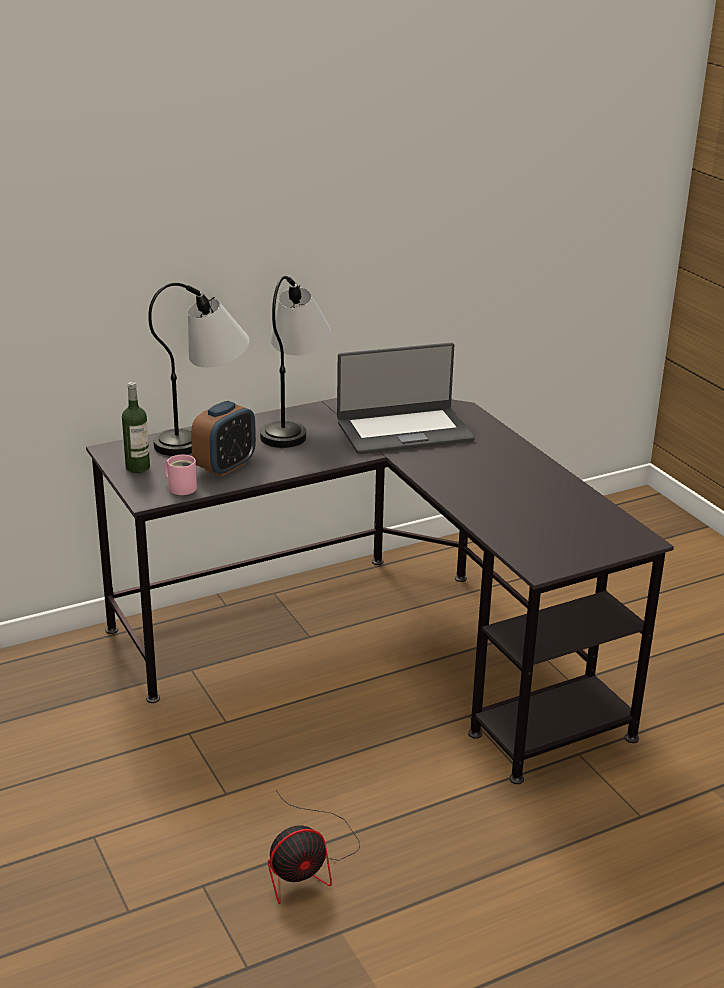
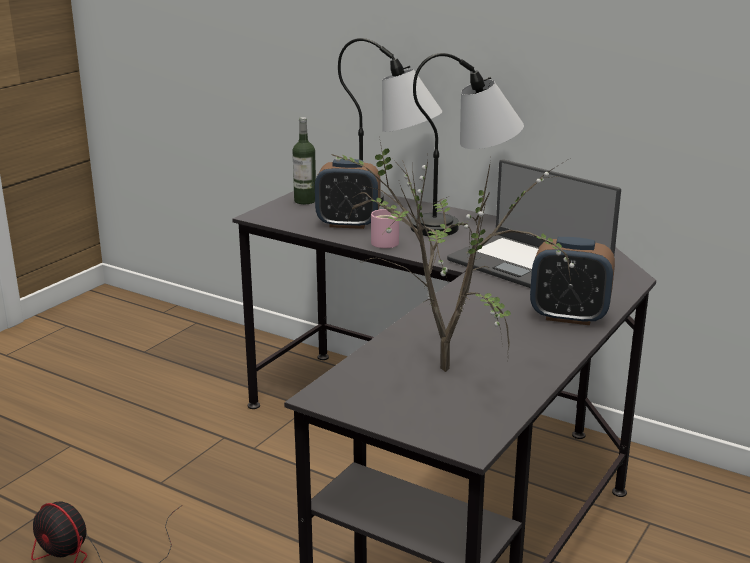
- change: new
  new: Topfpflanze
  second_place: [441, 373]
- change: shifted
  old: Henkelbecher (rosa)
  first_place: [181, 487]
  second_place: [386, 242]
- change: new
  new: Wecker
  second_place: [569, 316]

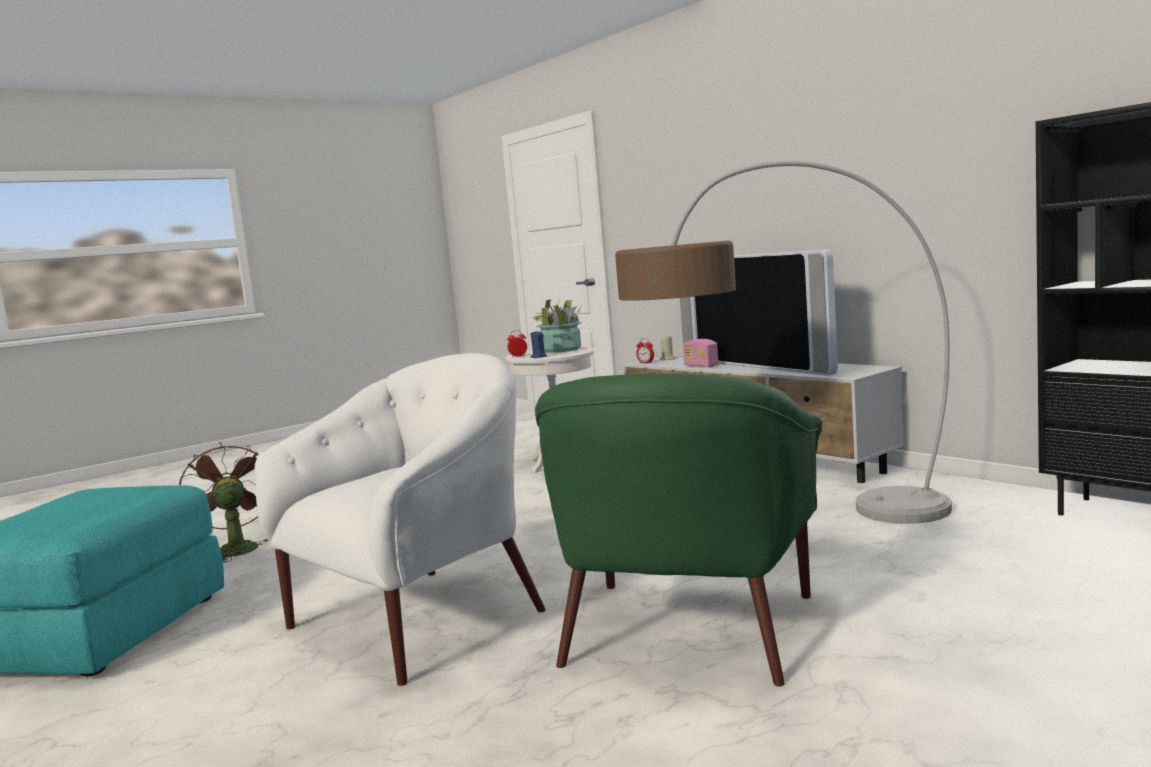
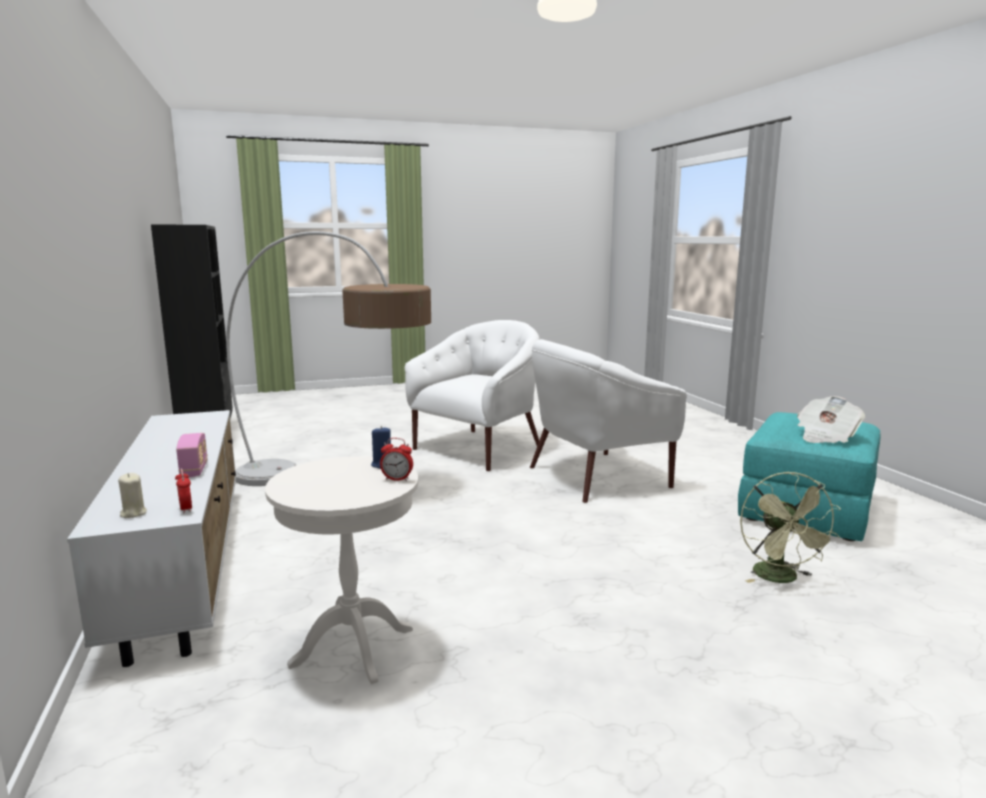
- change: repainted
  old: Sessel (grün)
  new: Sessel (weiß)
  first_place: [686, 630]
  second_place: [479, 448]
- change: repainted
  old: Ventilator (braun)
  new: Ventilator (grün)
  first_place: [234, 548]
  second_place: [781, 579]
- change: new
  new: Zeitung
  second_place: [826, 436]
- change: gone
  old: Topfpflanze
  first_place: [561, 350]
- change: gone
  old: Fernseher
  first_place: [757, 365]

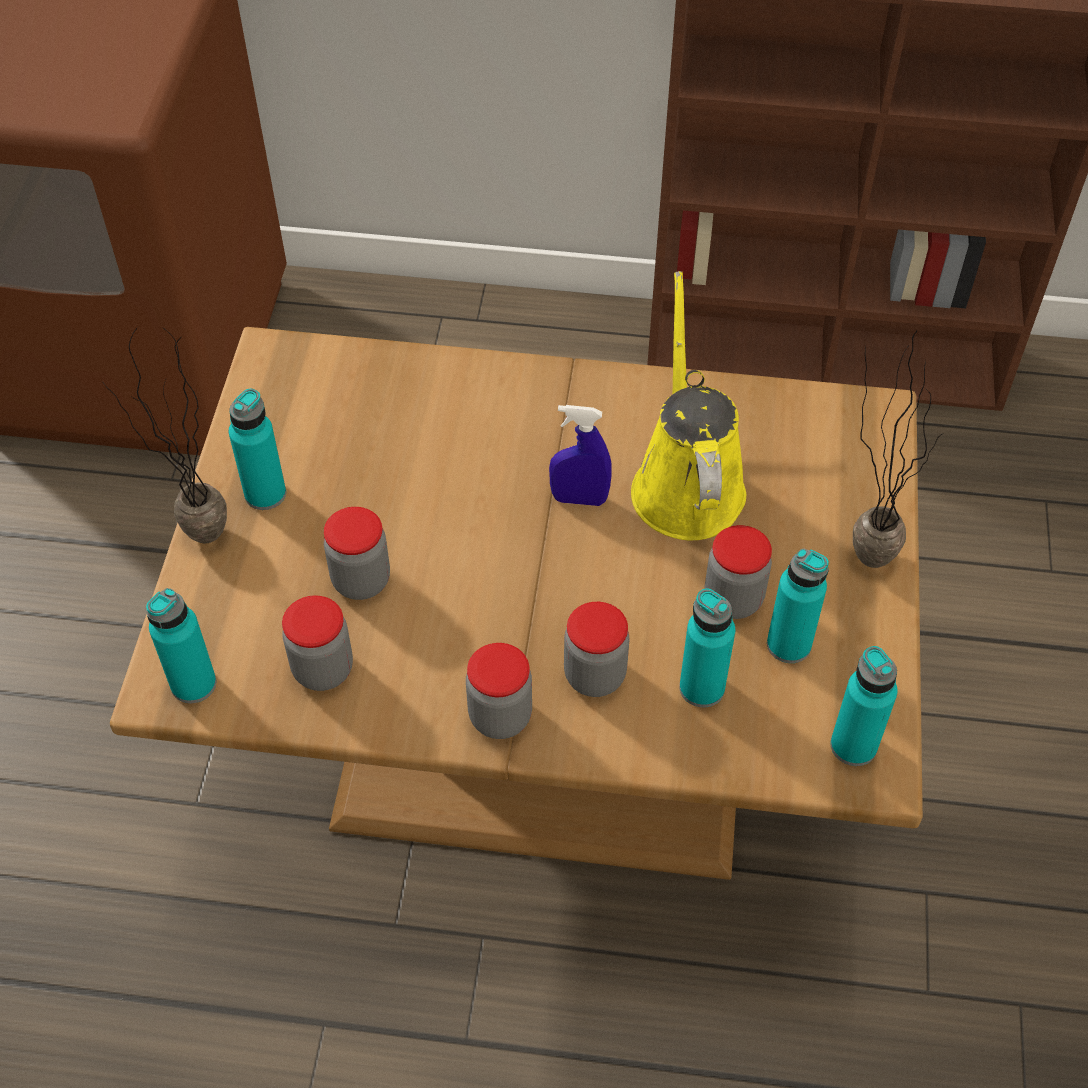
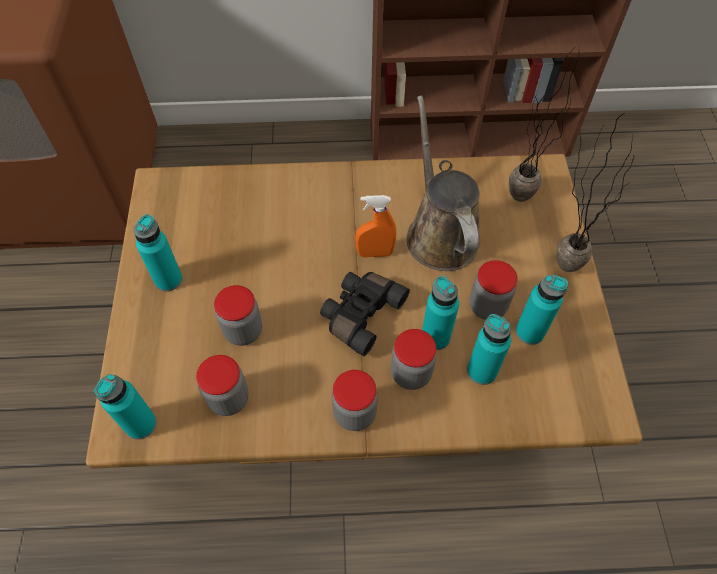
- change: new
  new: Fernglas (schwarz)
  second_place: [360, 314]
- change: repainted
  old: Sprühflasche (blau)
  new: Sprühflasche (orange)
  first_place: [579, 499]
  second_place: [375, 253]
- change: repainted
  old: Gießkanne (gelb)
  new: Gießkanne (braun)
  first_place: [686, 483]
  second_place: [440, 233]
- change: shifted
  old: Flasche (türkis)
  first_place: [853, 745]
  second_place: [435, 337]
- change: shifted
  old: Topfpflanze
  first_place: [196, 545]
  second_place: [516, 203]

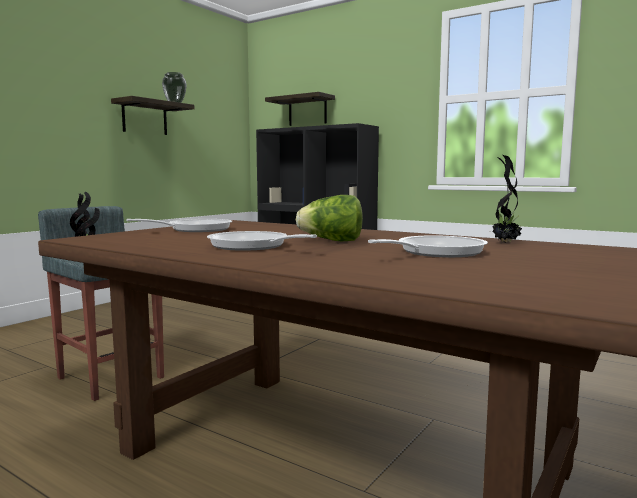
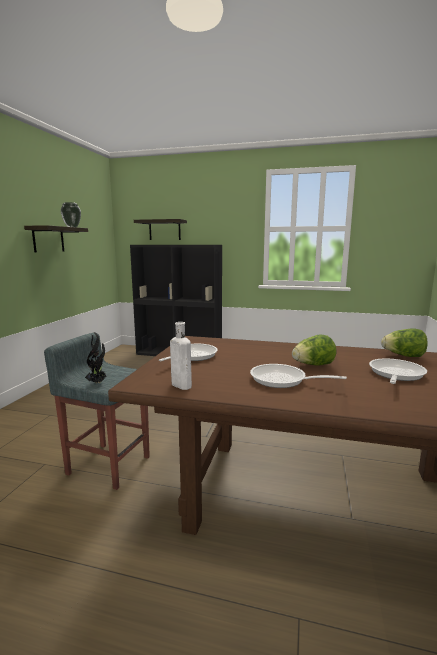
- change: new
  new: Flasche (weiß)
  second_place: [180, 385]
- change: swapped
  old: Topfpflanze
  new: Salatkopf
  first_place: [504, 243]
  second_place: [403, 356]

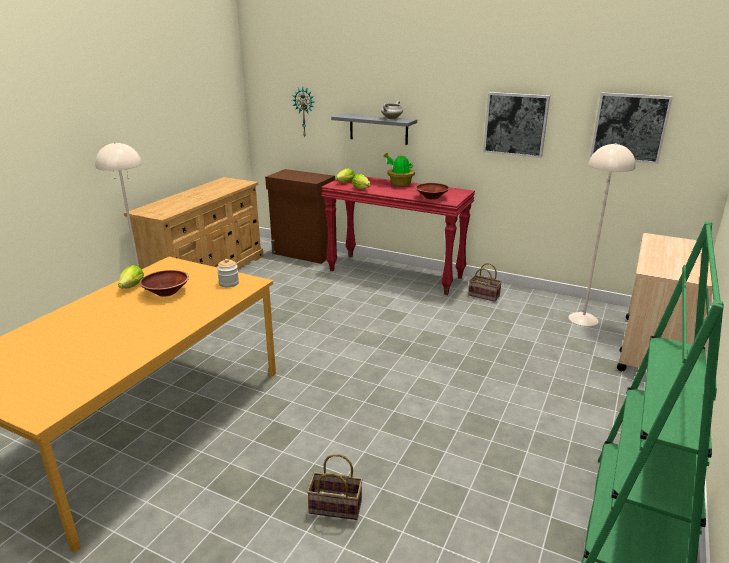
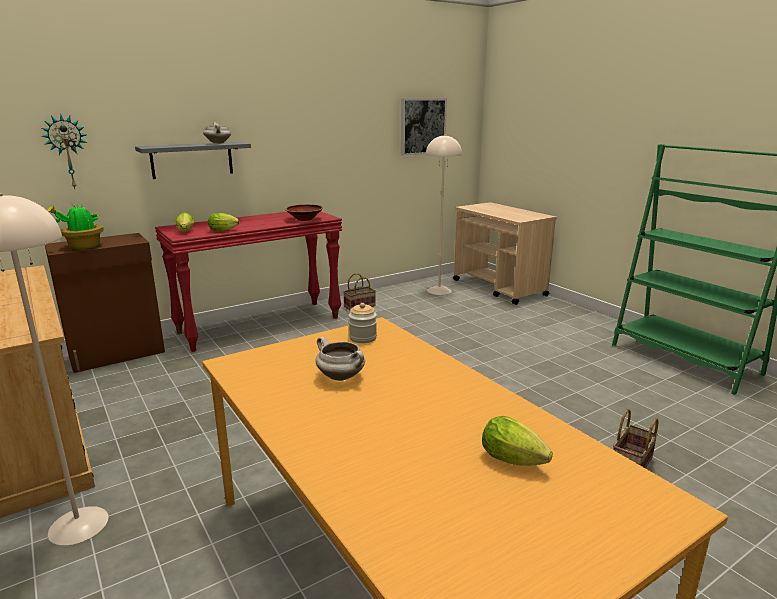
- change: shifted
  old: Topfpflanze
  first_place: [399, 184]
  second_place: [83, 247]
- change: swapped
  old: Schüssel (braun)
  new: Kochtopf (weiß)
  first_place: [166, 292]
  second_place: [342, 377]
- change: shifted
  old: Salatkopf
  first_place: [131, 288]
  second_place: [516, 461]
- change: gone
  old: Bild
  first_place: [515, 124]

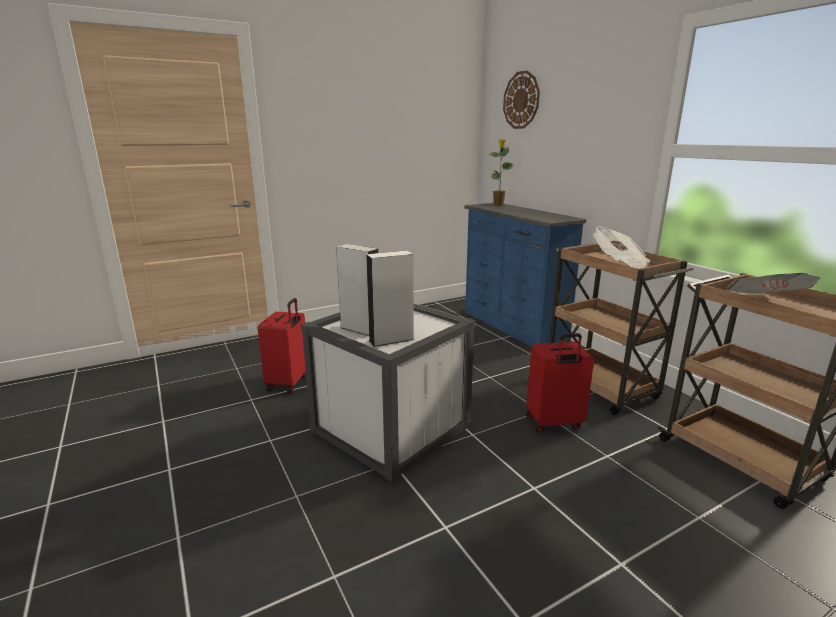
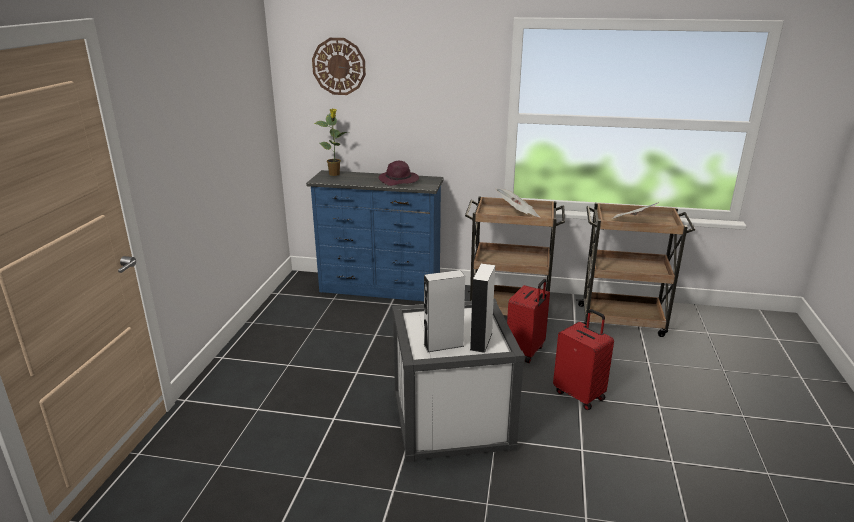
- change: new
  new: Hut (lila)
  second_place: [399, 180]
- change: shifted
  old: Koffer (rot)
  first_place: [288, 383]
  second_place: [580, 395]

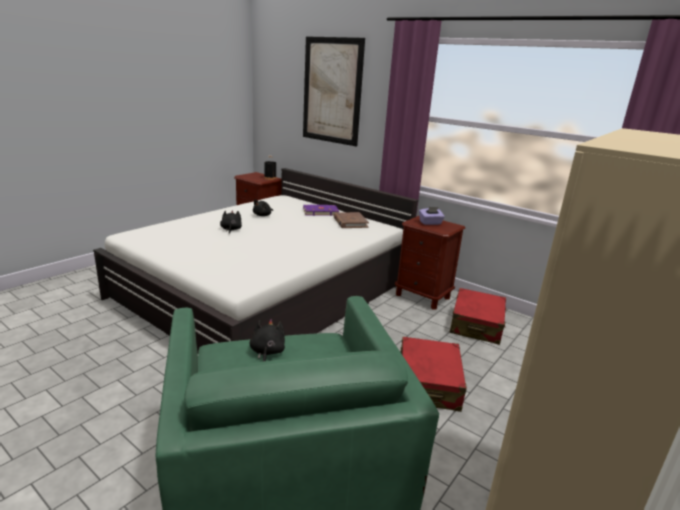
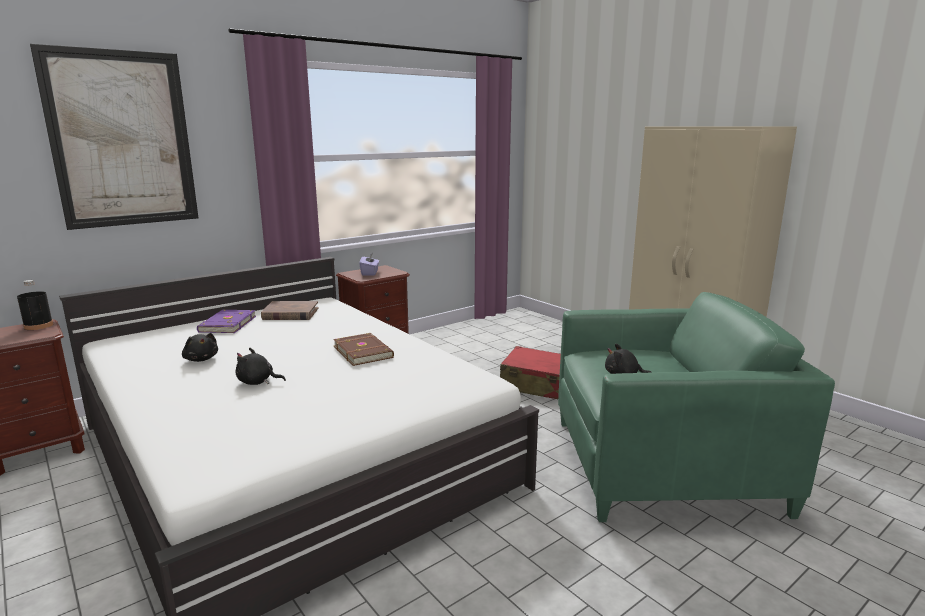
- change: new
  new: Buch (braun)
  second_place: [364, 351]
- change: gone
  old: Koffer (rot)
  first_place: [476, 325]

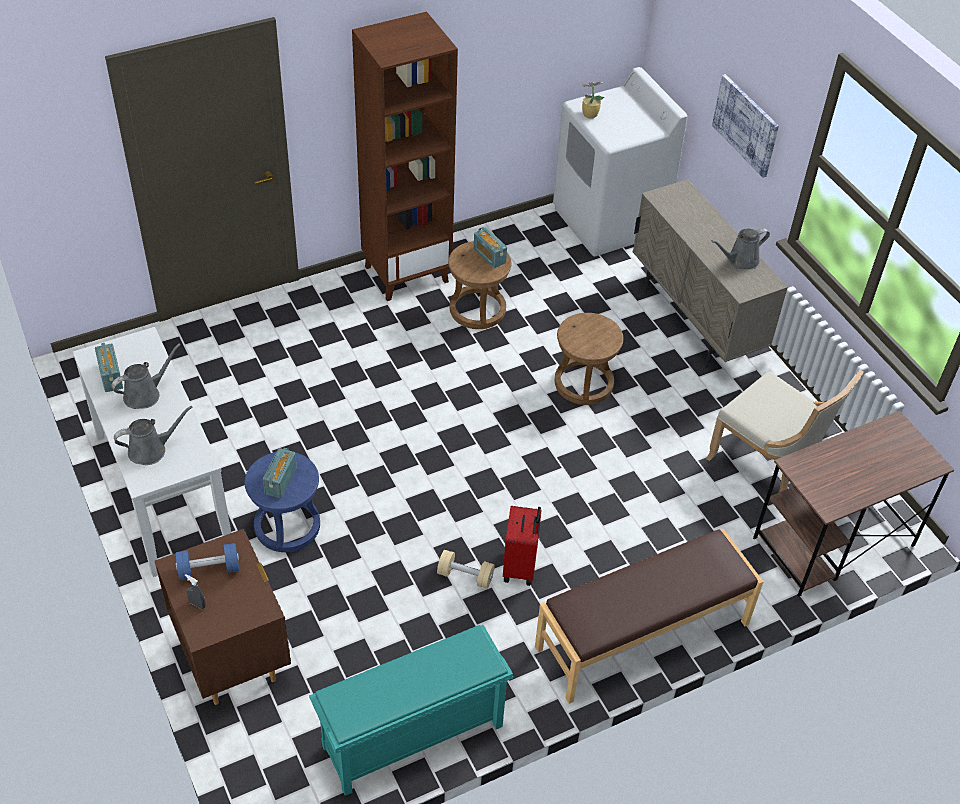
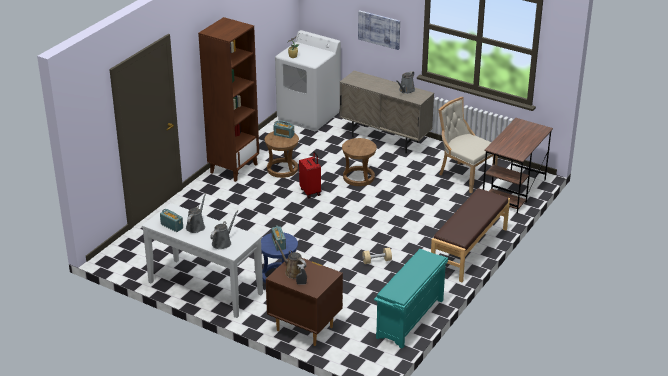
- change: swapped
  old: Hantel (blau)
  new: Gießkanne (braun)
  first_place: [209, 569]
  second_place: [293, 271]
- change: shifted
  old: Koffer (rot)
  first_place: [521, 567]
  second_place: [311, 192]
- change: rotated
  old: Stuhl (beige)
  first_place: [768, 465]
  second_place: [464, 176]
  degrees: -150

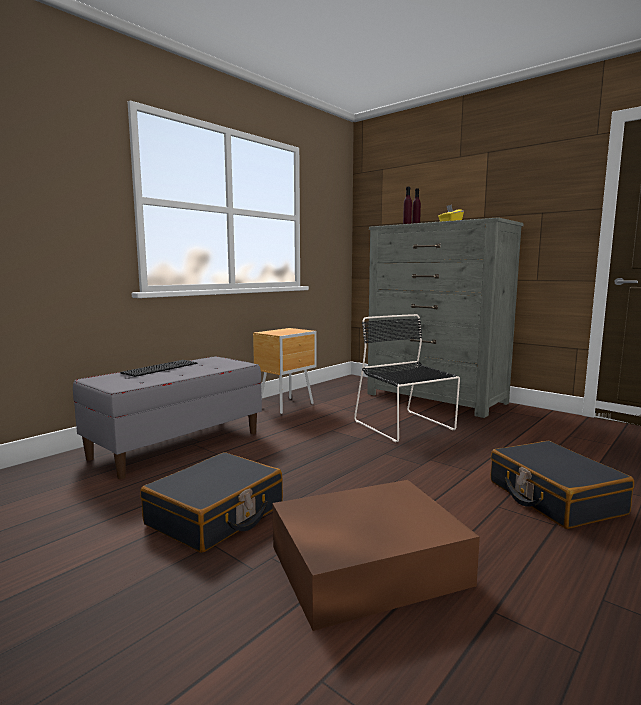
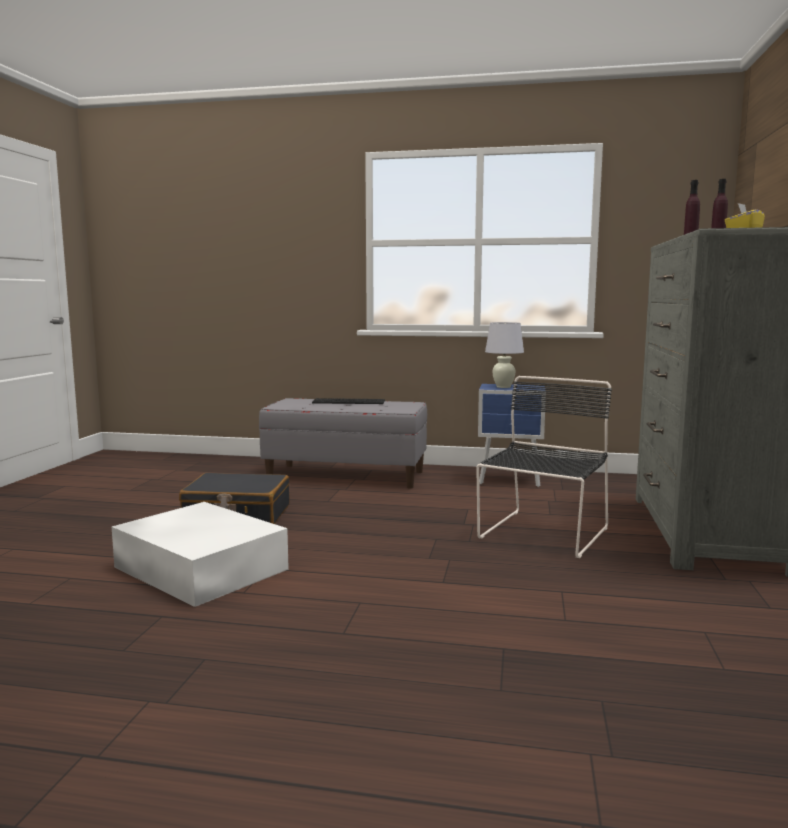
- change: repainted
  old: Aufbewahrungsbox (braun)
  new: Aufbewahrungsbox (weiß)
  first_place: [365, 565]
  second_place: [200, 567]
- change: repainted
  old: Nachttisch (braun)
  new: Nachttisch (blau)
  first_place: [287, 405]
  second_place: [511, 480]
- change: new
  new: Tischlampe (weiß)
  second_place: [503, 387]
- change: gone
  old: Koffer (schwarz)
  first_place: [554, 497]

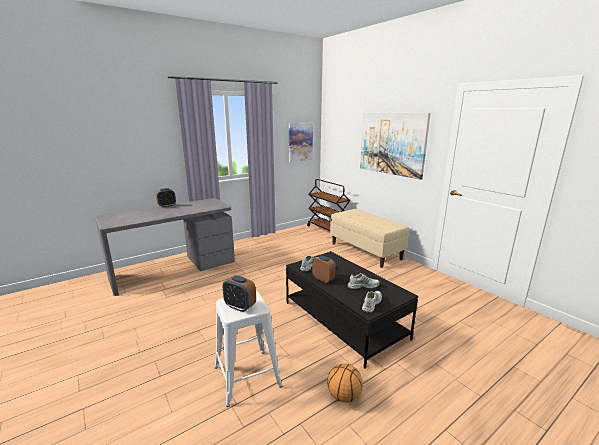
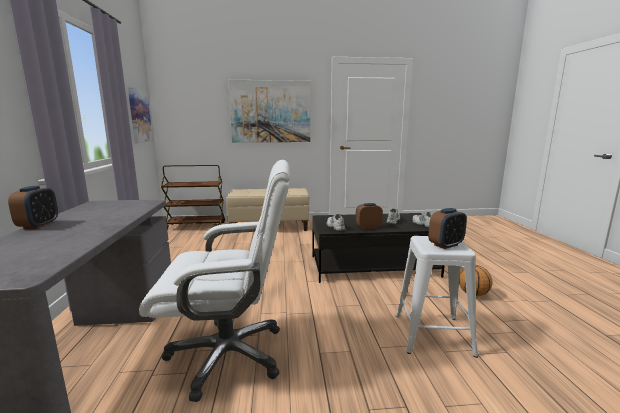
- change: new
  new: Bürostuhl (weiß)
  second_place: [229, 354]

